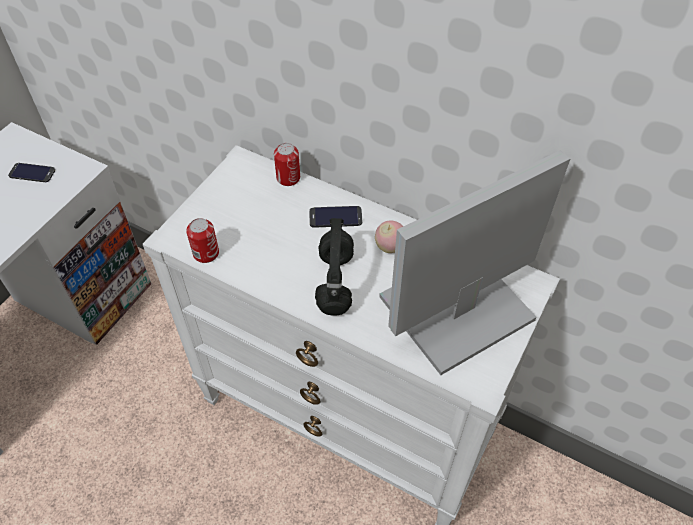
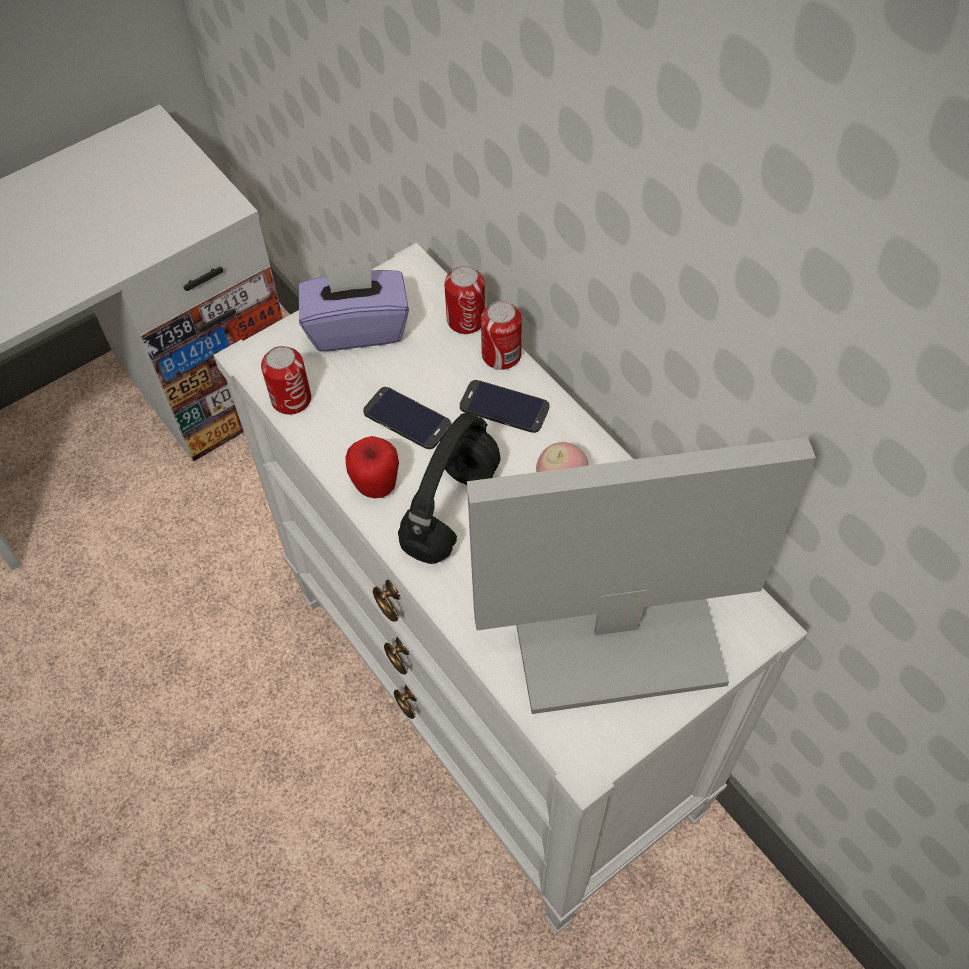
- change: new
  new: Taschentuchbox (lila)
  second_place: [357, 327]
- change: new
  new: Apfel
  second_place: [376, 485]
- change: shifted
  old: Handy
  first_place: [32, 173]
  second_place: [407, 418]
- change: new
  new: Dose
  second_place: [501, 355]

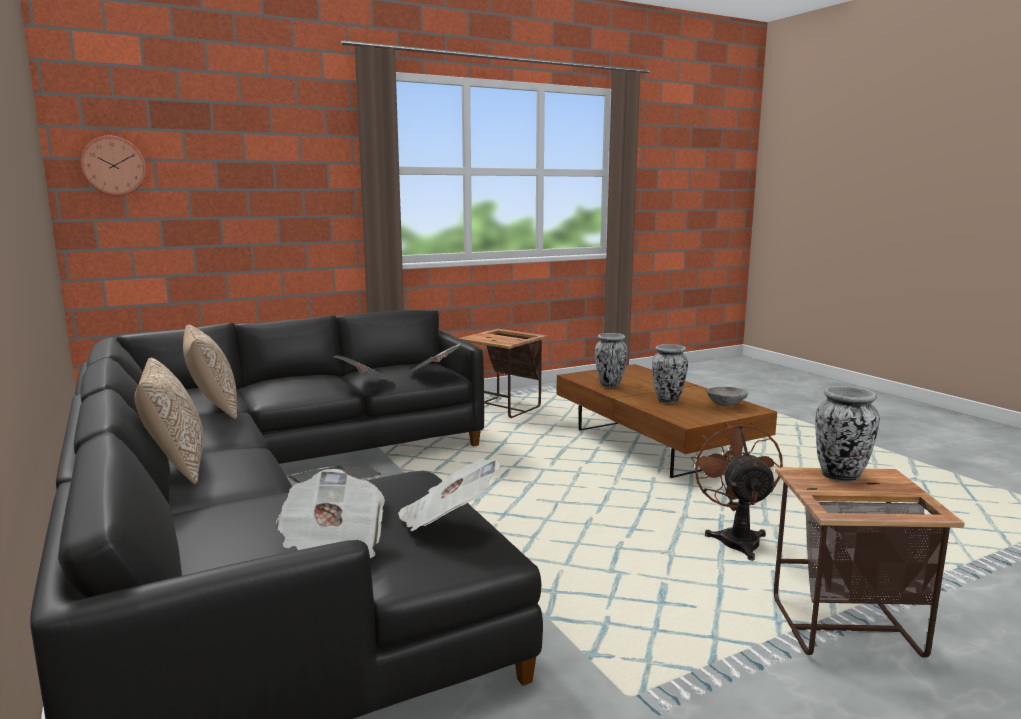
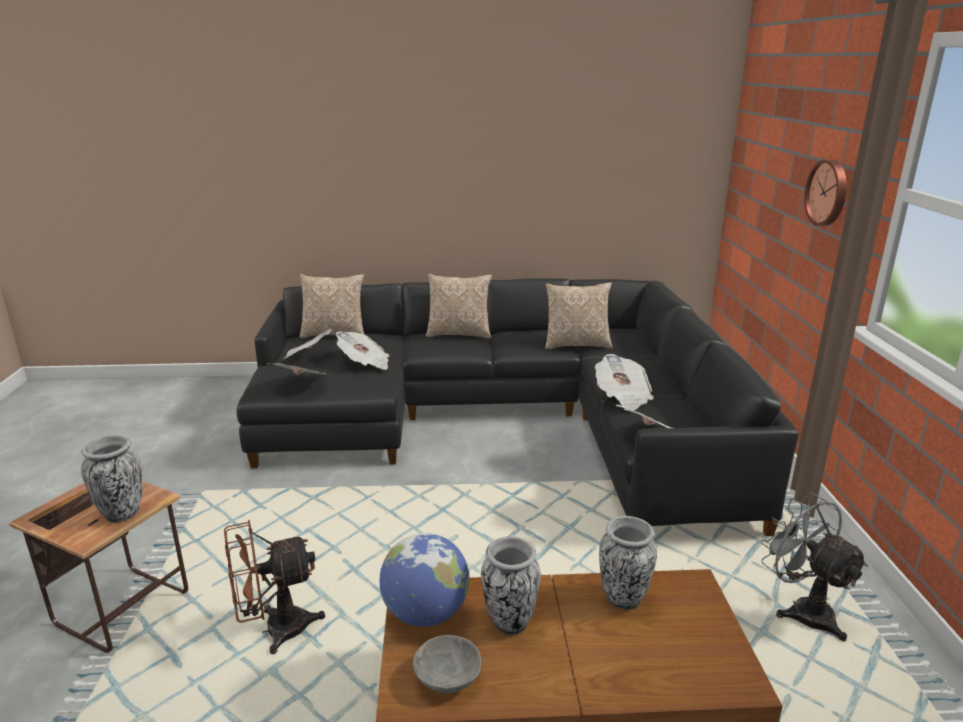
- change: rotated
  old: Ventilator (braun)
  first_place: [736, 539]
  second_place: [275, 630]
  degrees: 135
- change: new
  new: Kissen
  second_place: [334, 334]
- change: new
  new: Globus
  second_place: [426, 614]
- change: swapped
  old: Beistelltisch
  new: Ventilator (grau)
  first_place: [504, 408]
  second_place: [802, 610]
- change: shifted
  old: Wanduhr
  first_place: [113, 165]
  second_place: [828, 193]

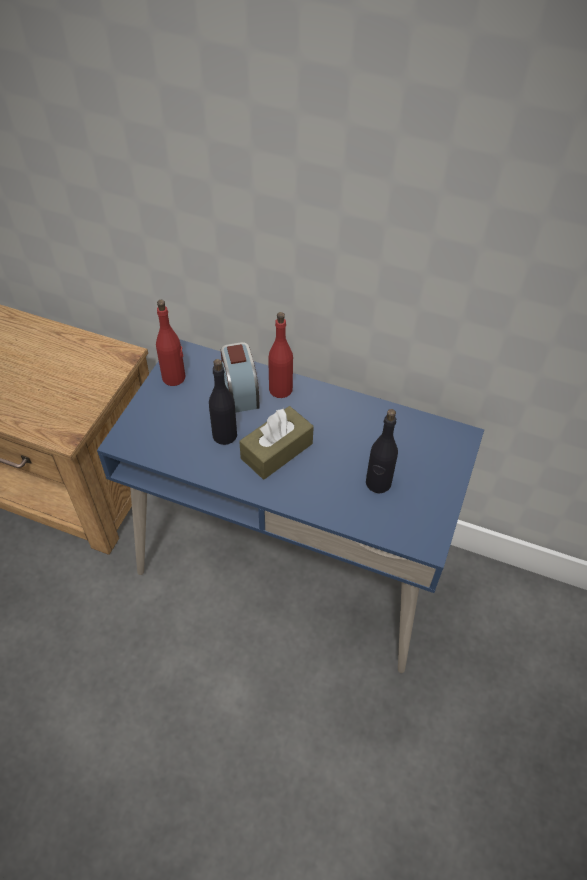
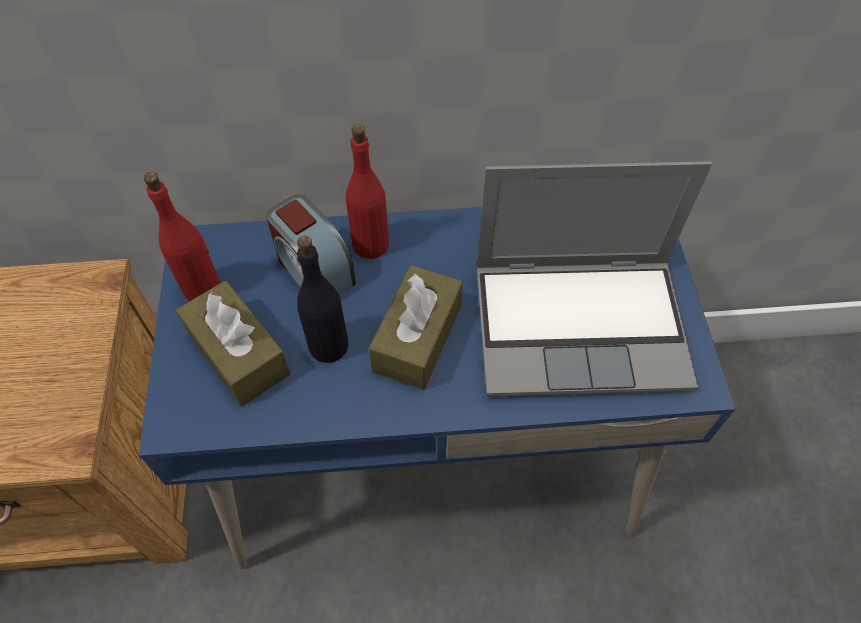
- change: new
  new: Taschentuchbox (braun)
  second_place: [238, 353]
- change: swapped
  old: Flasche (schwarz)
  new: Laptop
  first_place: [378, 483]
  second_place: [581, 325]

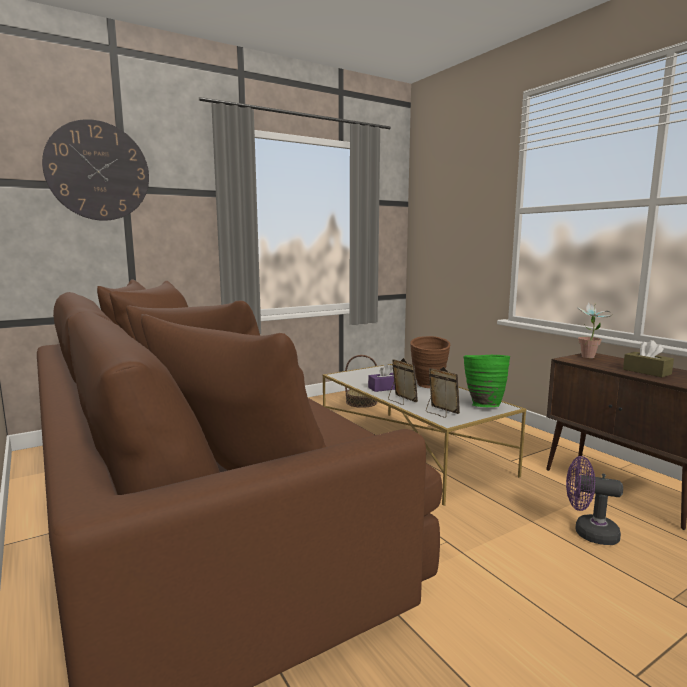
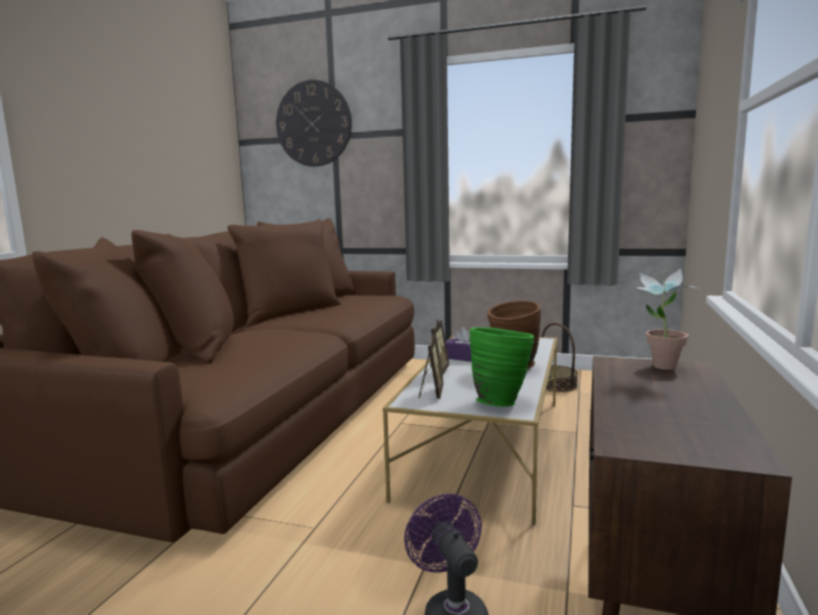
- change: gone
  old: Taschentuchbox (braun)
  first_place: [646, 372]

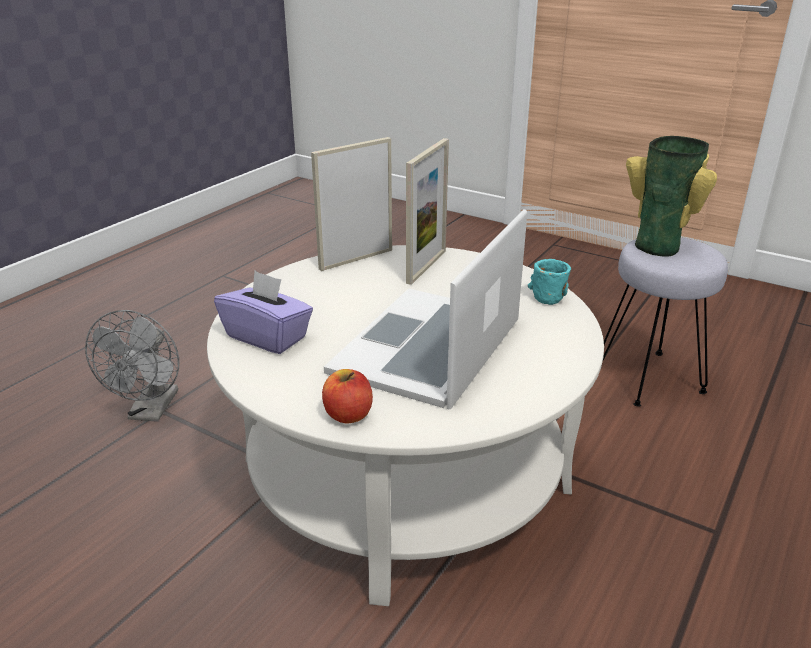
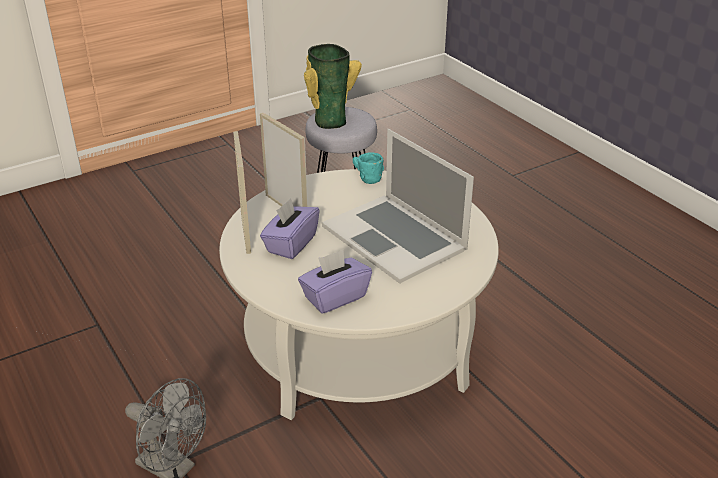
- change: new
  new: Taschentuchbox (lila)
  second_place: [290, 244]
- change: gone
  old: Apfel
  first_place: [348, 414]

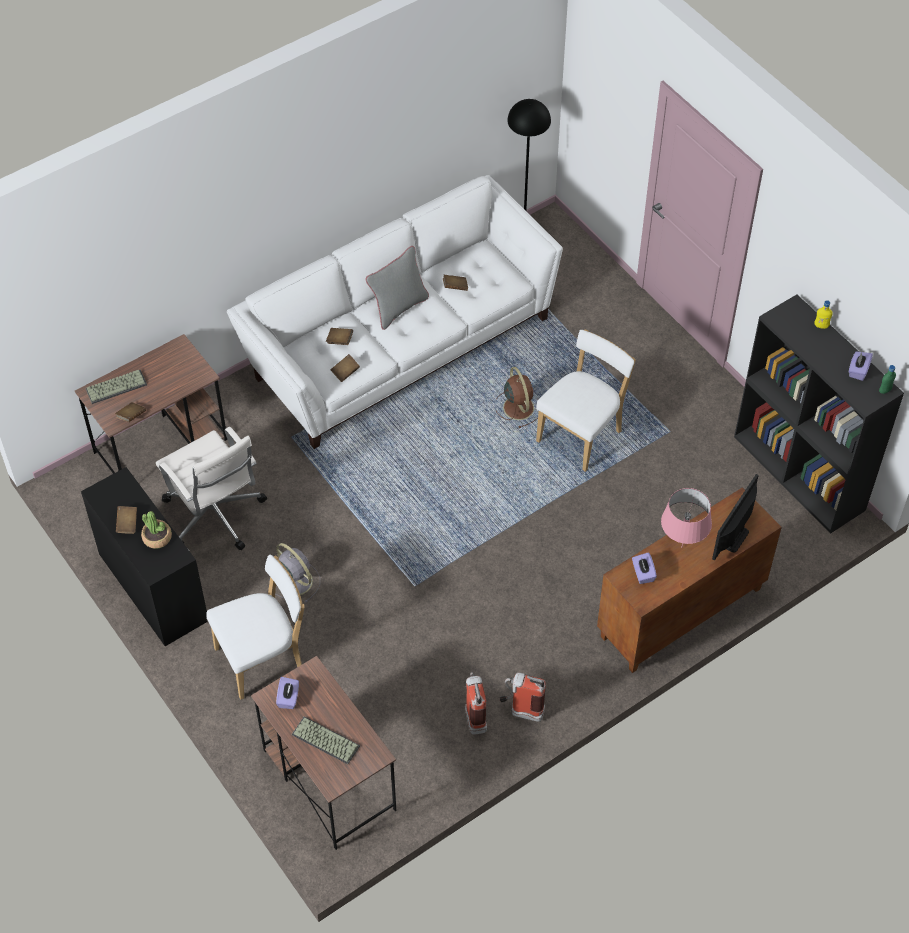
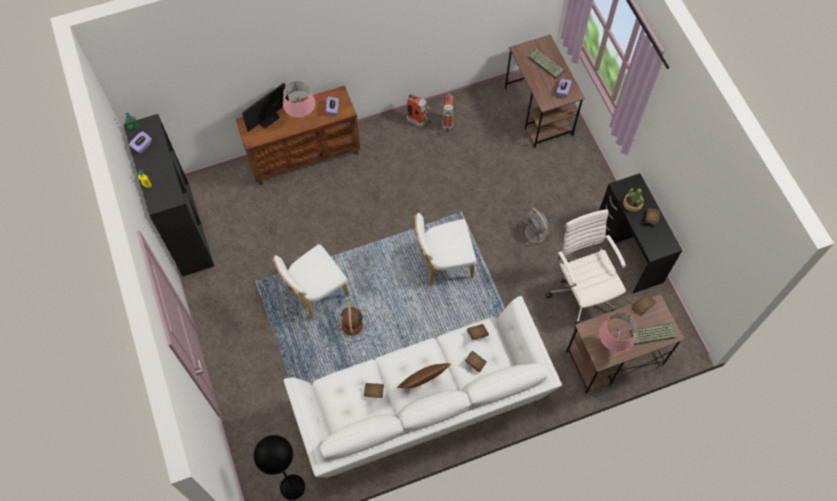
- change: repainted
  old: Kissen (grau)
  new: Kissen (braun)
  first_place: [398, 308]
  second_place: [423, 383]
- change: shifted
  old: Stuhl (weiß)
  first_place: [263, 658]
  second_place: [443, 263]
- change: new
  new: Tischlampe (rosa)
  second_place: [611, 345]

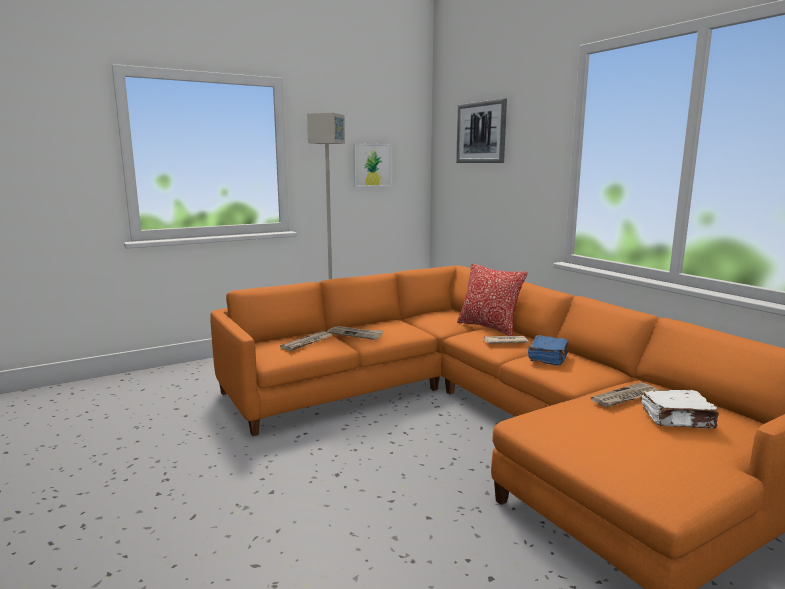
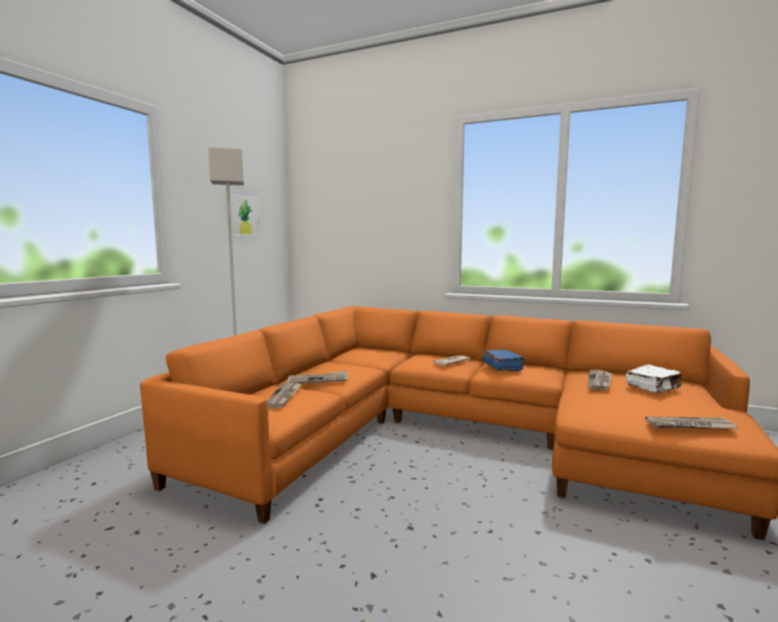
- change: new
  new: Zeitung
  second_place: [689, 426]
- change: gone
  old: Bild
  first_place: [481, 132]
- change: gone
  old: Kissen
  first_place: [489, 327]

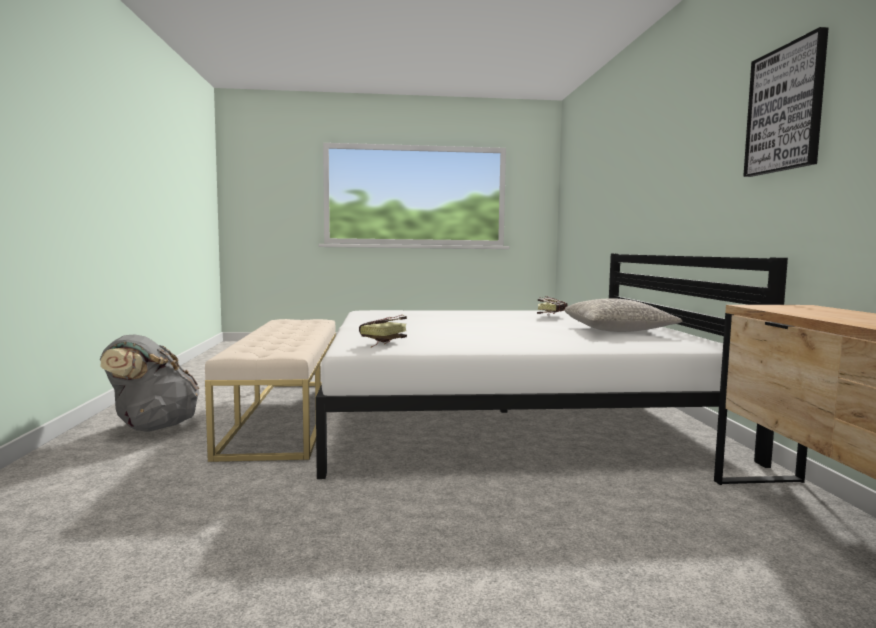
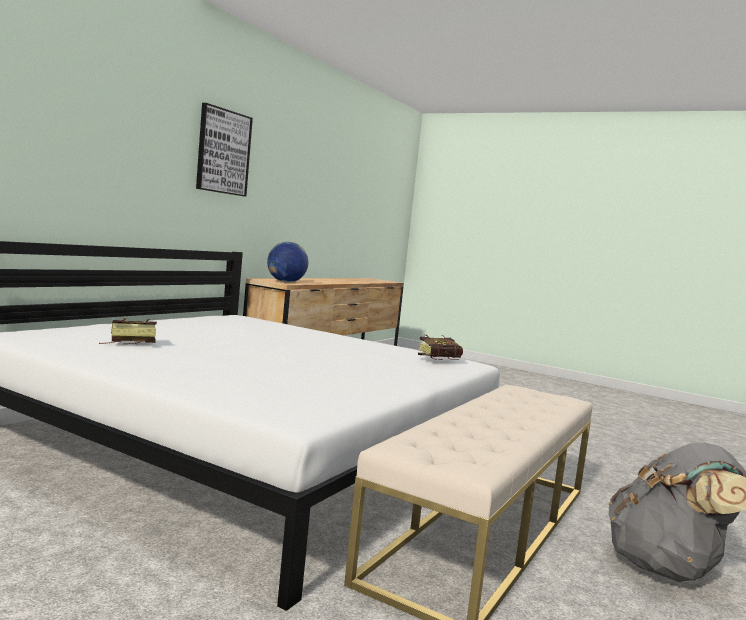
- change: new
  new: Globus
  second_place: [286, 282]
- change: gone
  old: Kissen (grau)
  first_place: [618, 330]

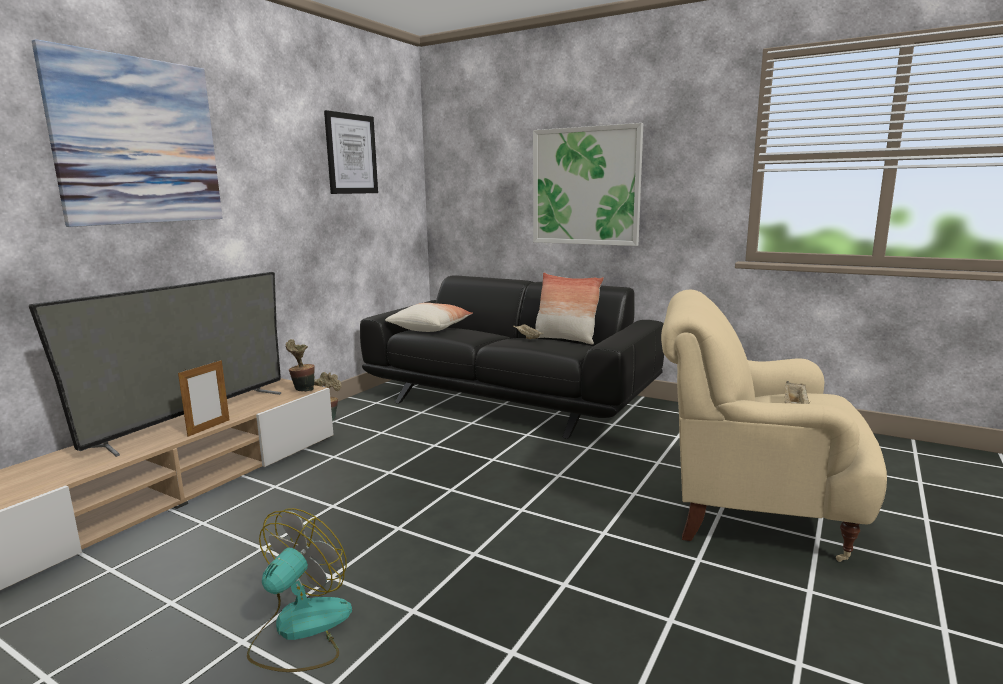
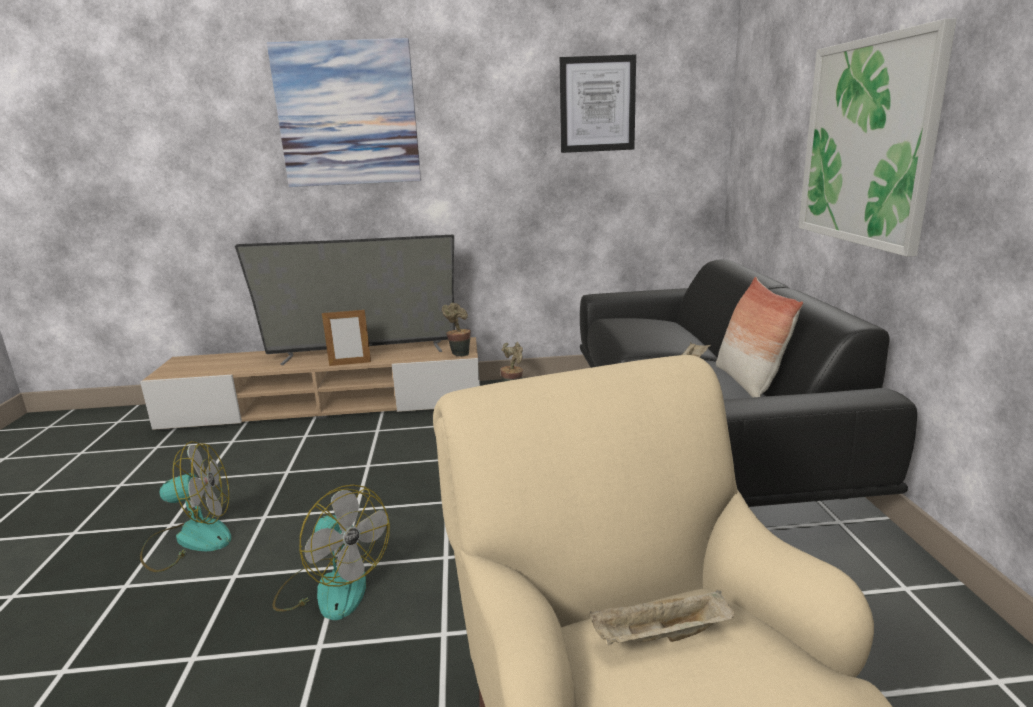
- change: new
  new: Ventilator
  second_place: [332, 586]
- change: gone
  old: Kissen
  first_place: [430, 328]

